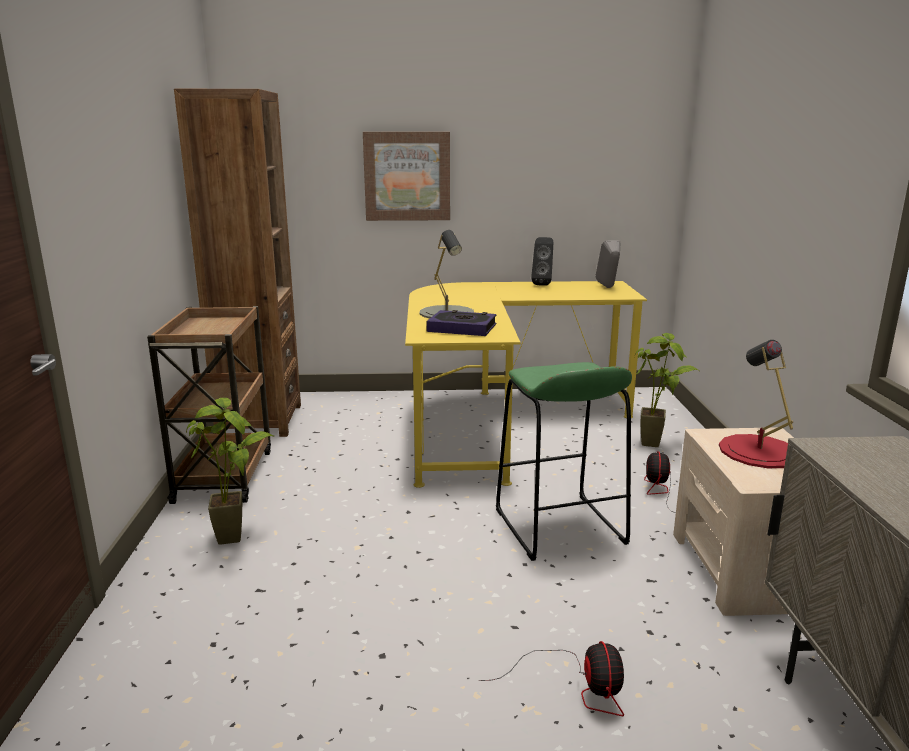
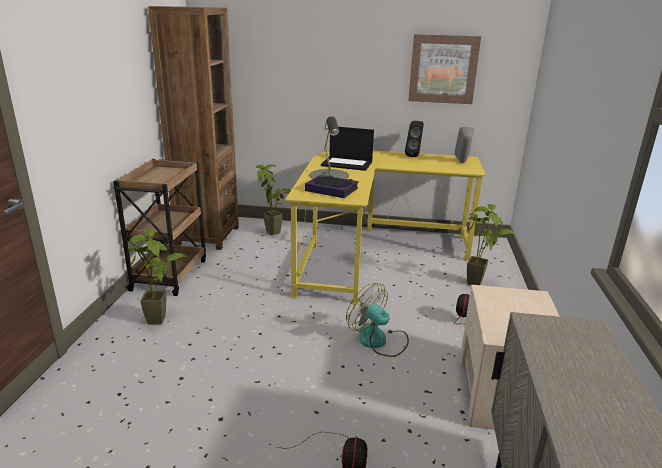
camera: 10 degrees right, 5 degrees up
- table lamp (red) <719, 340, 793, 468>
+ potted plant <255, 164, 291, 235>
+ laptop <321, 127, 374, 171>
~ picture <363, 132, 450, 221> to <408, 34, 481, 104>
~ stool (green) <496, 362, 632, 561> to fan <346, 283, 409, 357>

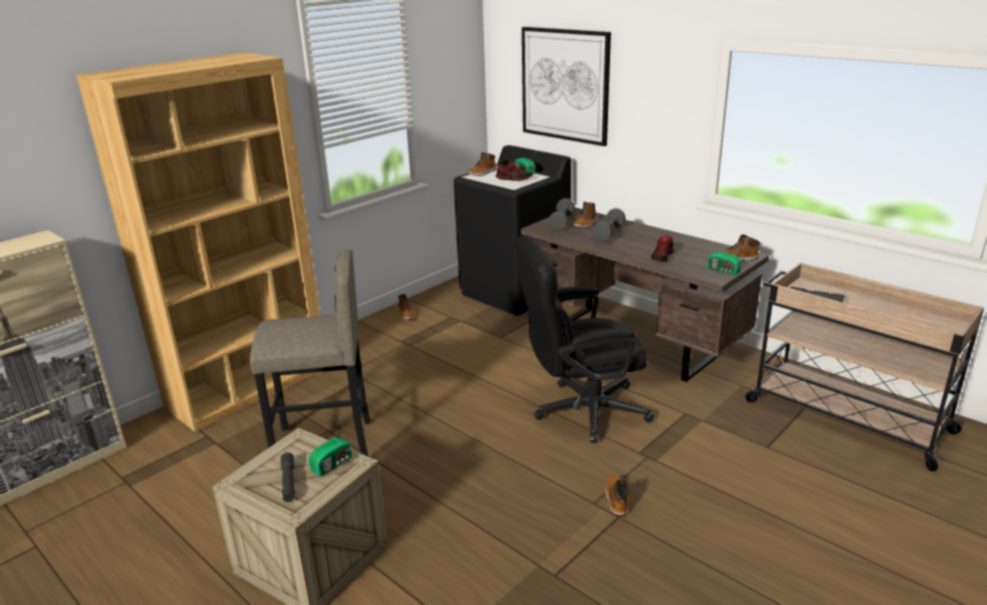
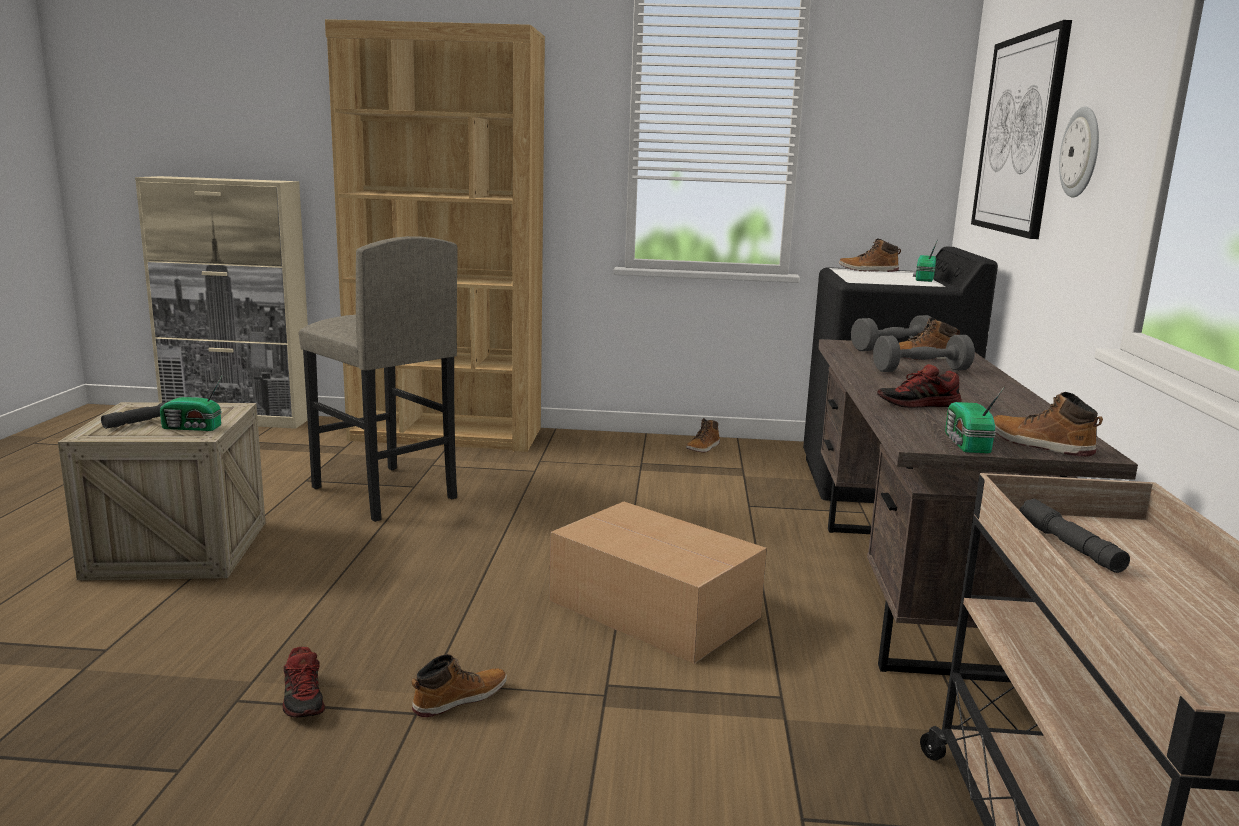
camera: 50 degrees right, 10 degrees down
+ wall clock <1059, 107, 1099, 197>
~ shoe <496, 161, 533, 181> to <283, 647, 325, 717>
~ office chair (black) <516, 235, 654, 443> to cardboard box <549, 501, 767, 664>

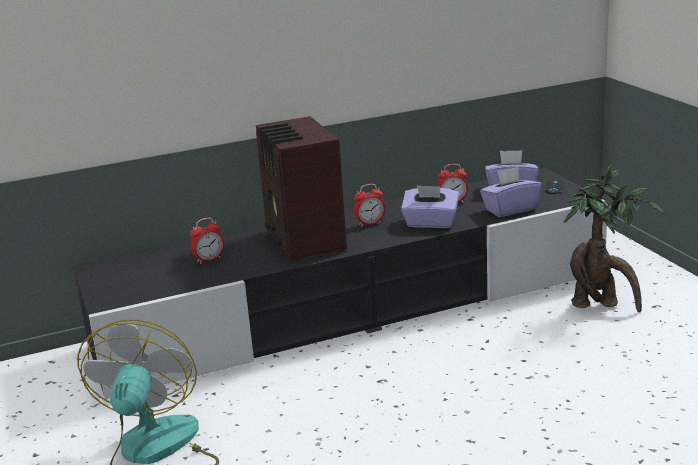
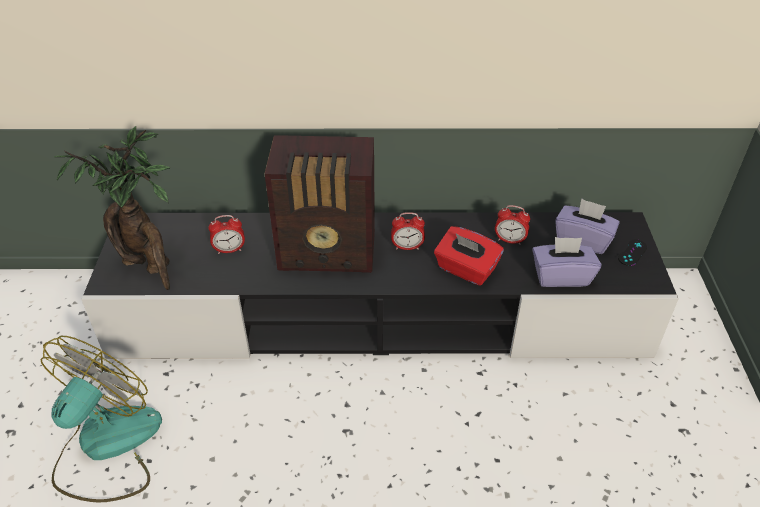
camera: 20 degrees right, 20 degrees up
~ potted plant <564, 165, 664, 313> to <54, 126, 170, 290>
~ tissue box (purple) <401, 185, 459, 228> to tissue box (red) <434, 226, 504, 286>
~ radio <256, 116, 347, 262> = <265, 135, 375, 273> 90 degrees counterclockwise

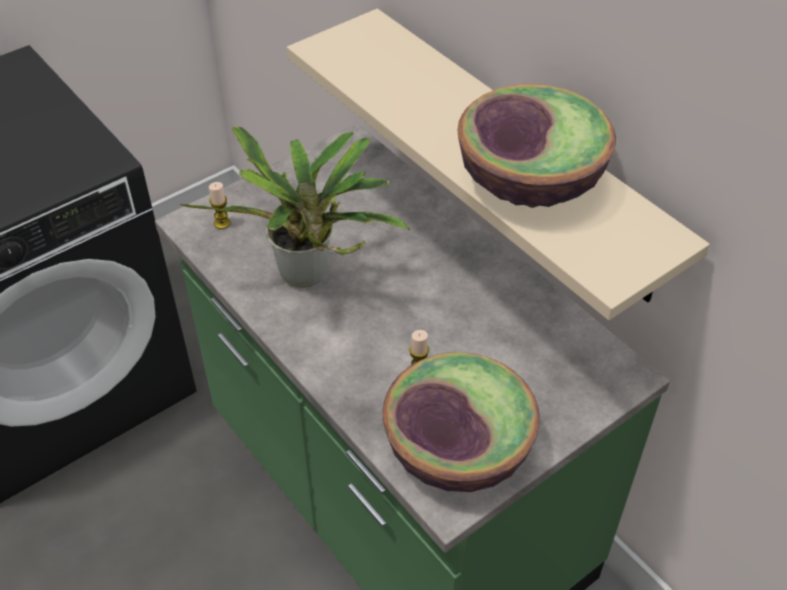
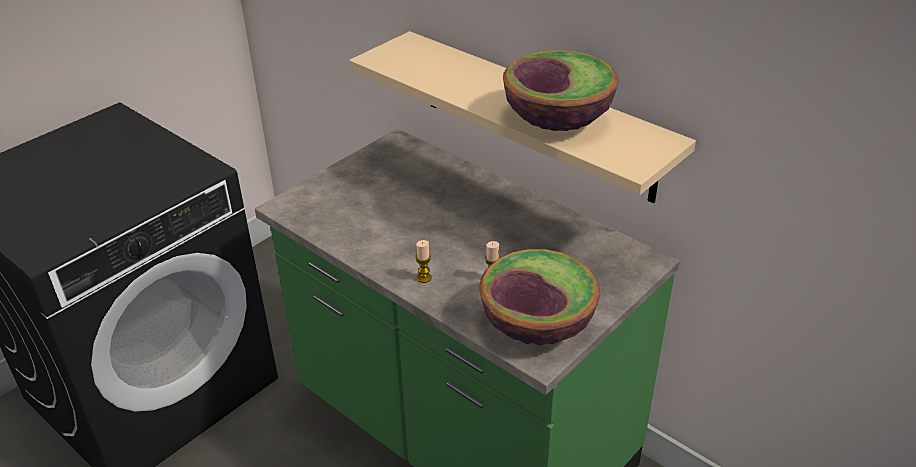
camera: 10 degrees left, 10 degrees down
- potted plant <180, 126, 410, 288>
~ candle <209, 182, 231, 229> to <415, 240, 432, 283>

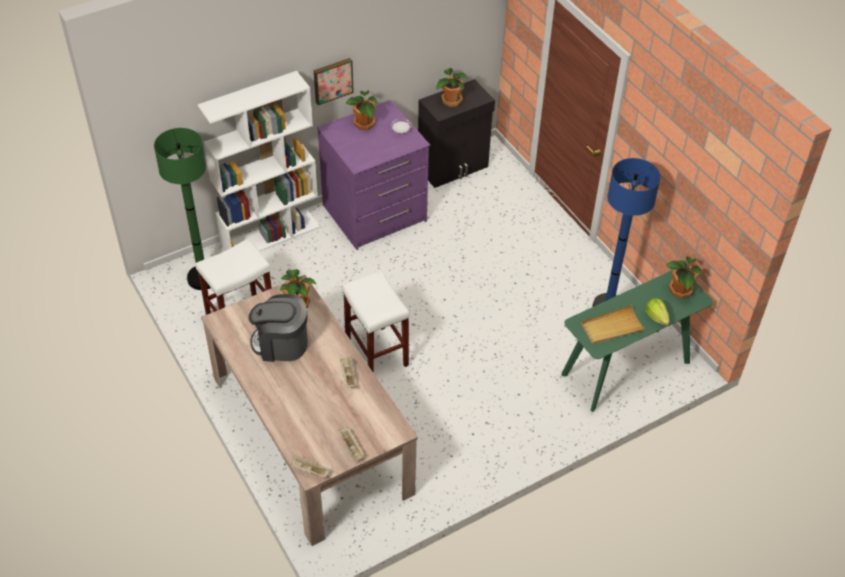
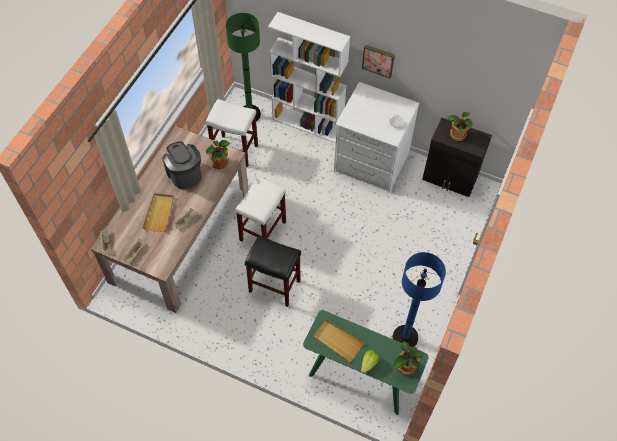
camera: 55 degrees right, 10 degrees up
- potted plant <345, 91, 378, 130>
+ tray (beige) <142, 193, 174, 232>
+ stool (black) <245, 235, 301, 307>
~ dresser (purple) <317, 100, 430, 250> to dresser (white) <334, 82, 419, 193>

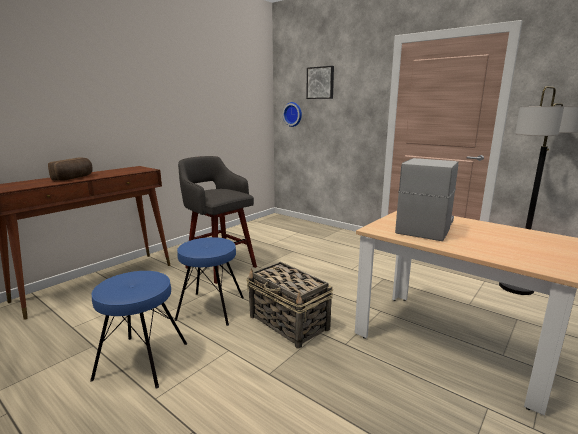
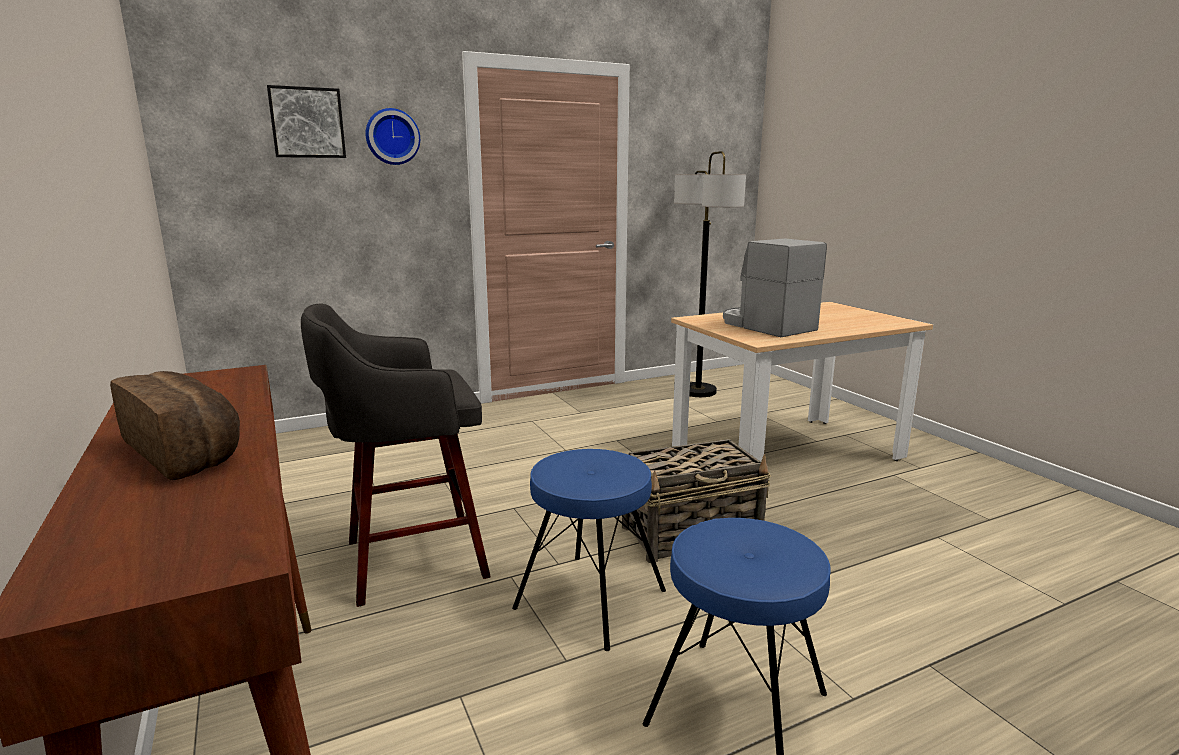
camera: 65 degrees left, 0 degrees up
~ wall clock <282, 102, 302, 127> to <365, 108, 420, 165>

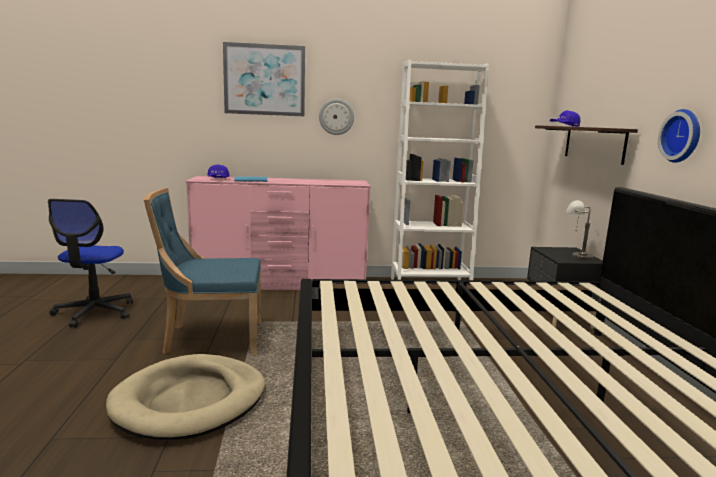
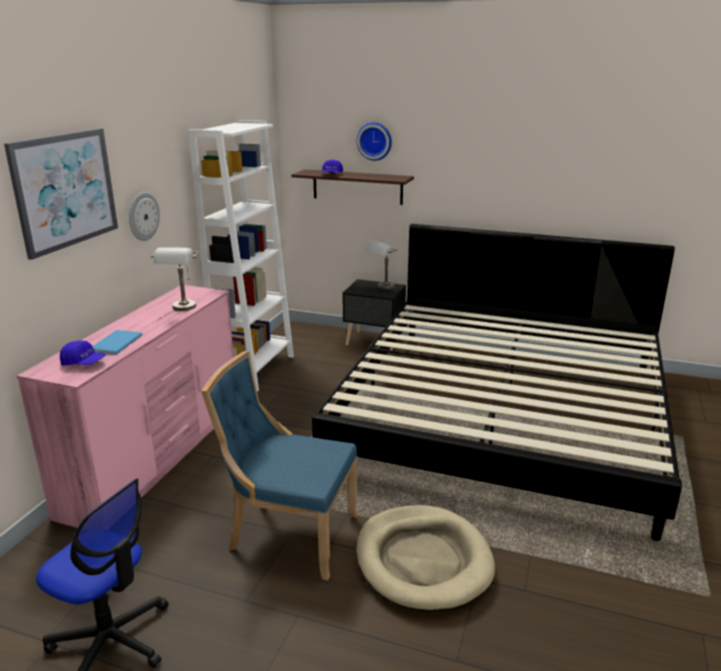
camera: 65 degrees left, 10 degrees up
+ table lamp (grey) <151, 247, 199, 311>
~ wall clock <658, 109, 700, 163> to <357, 122, 392, 161>
~ chair (blue) <144, 188, 261, 355> = <201, 351, 358, 581> 90 degrees clockwise

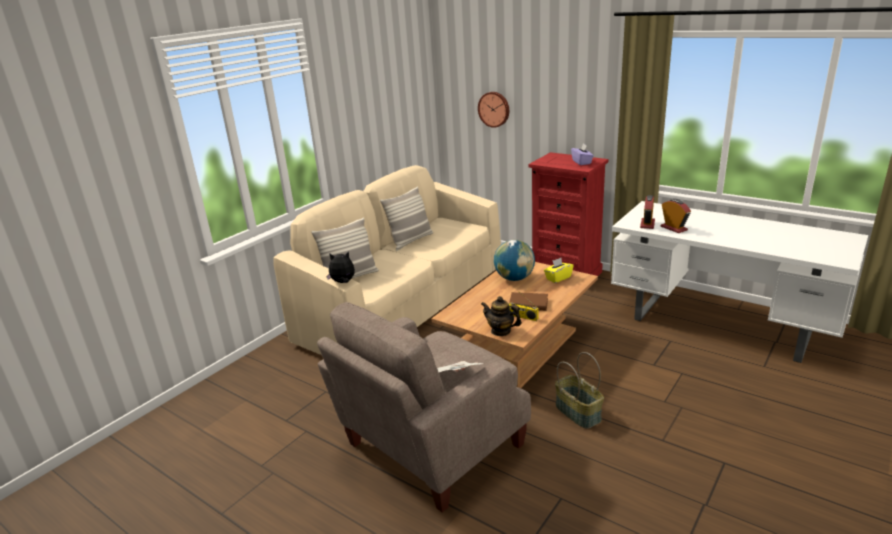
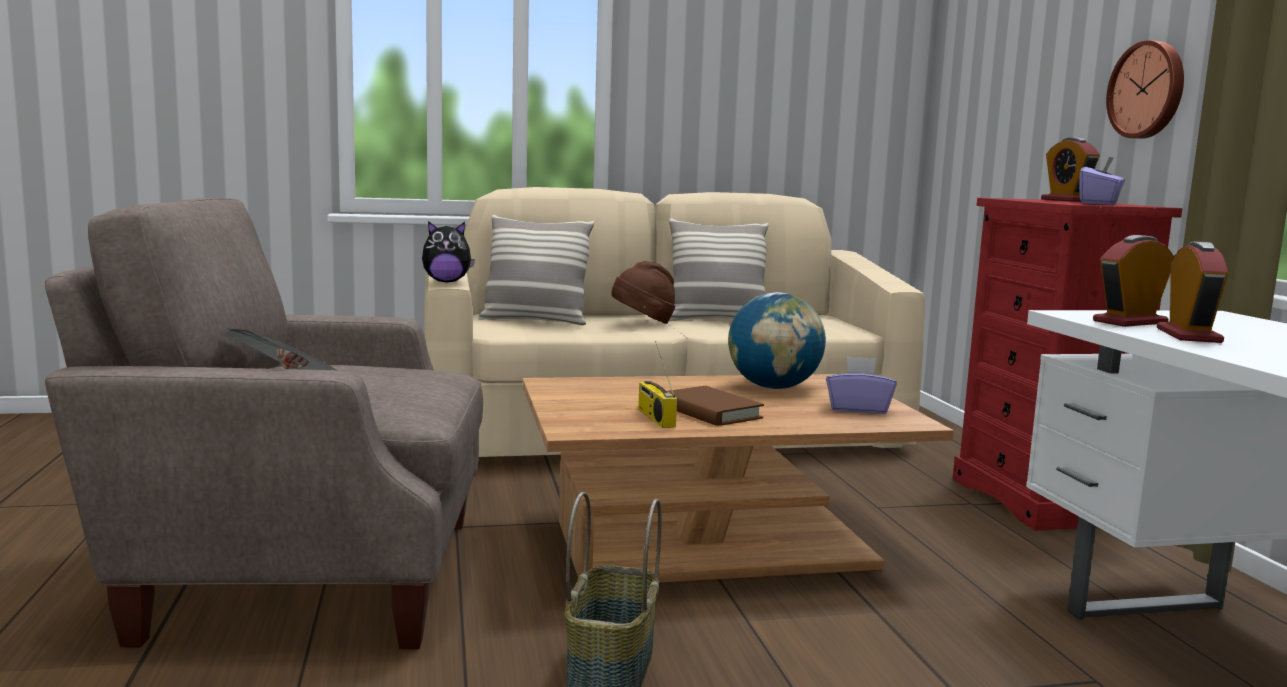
camera: 40 degrees right, 15 degrees down
- teapot <481, 296, 522, 336>
+ hat (brown) <611, 261, 675, 324>
+ alarm clock <1041, 137, 1100, 202>
~ wall clock <478, 92, 509, 128> to <1106, 40, 1184, 139>
~ tissue box (yellow) <544, 258, 573, 283> to tissue box (purple) <826, 356, 897, 414>
~ plush toy <326, 251, 355, 283> = <422, 221, 475, 283> 135 degrees clockwise

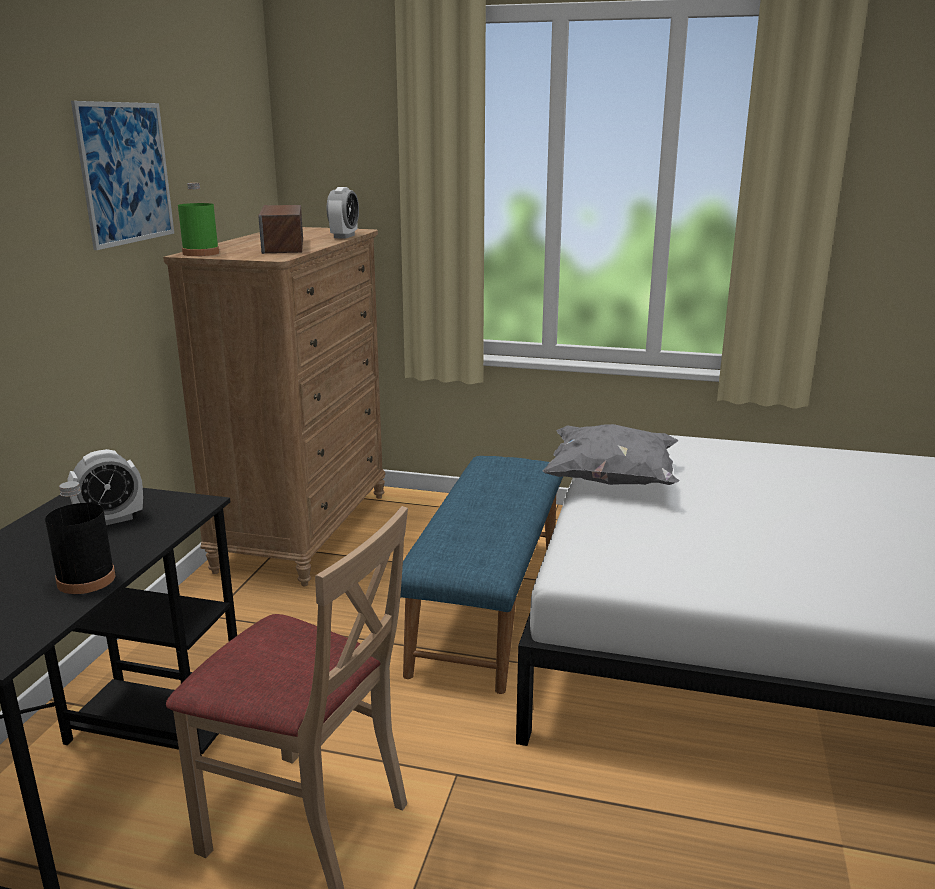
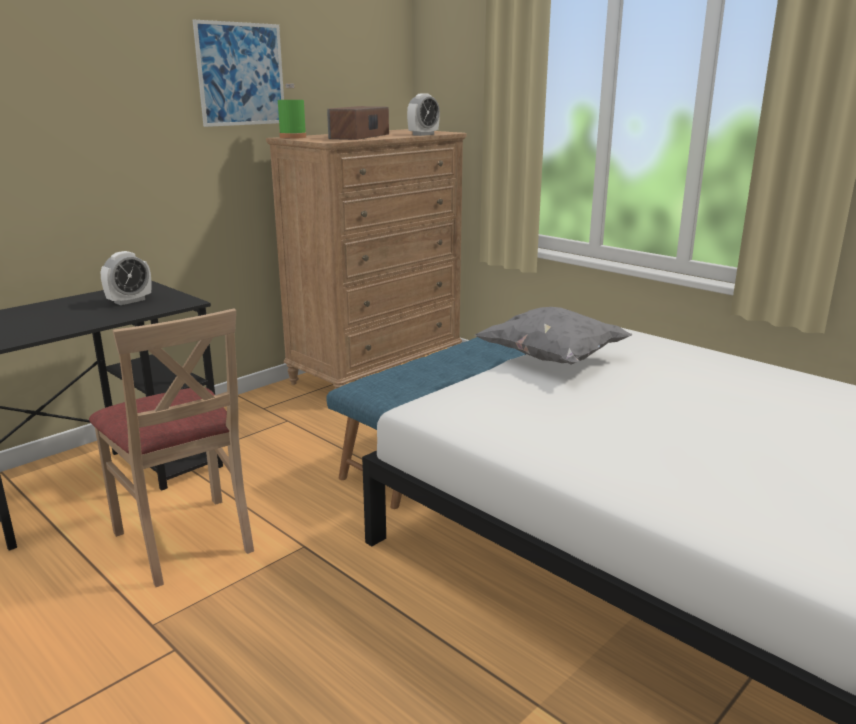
camera: 30 degrees right, 0 degrees up
- bottle (black) <45, 481, 116, 594>
~ alarm clock <68, 449, 143, 525> = <101, 251, 152, 305> 45 degrees counterclockwise

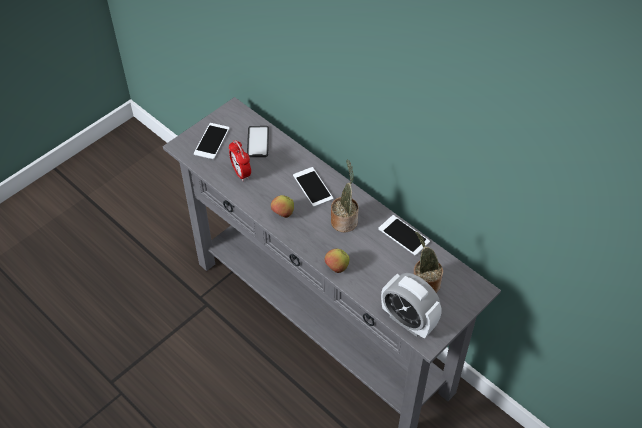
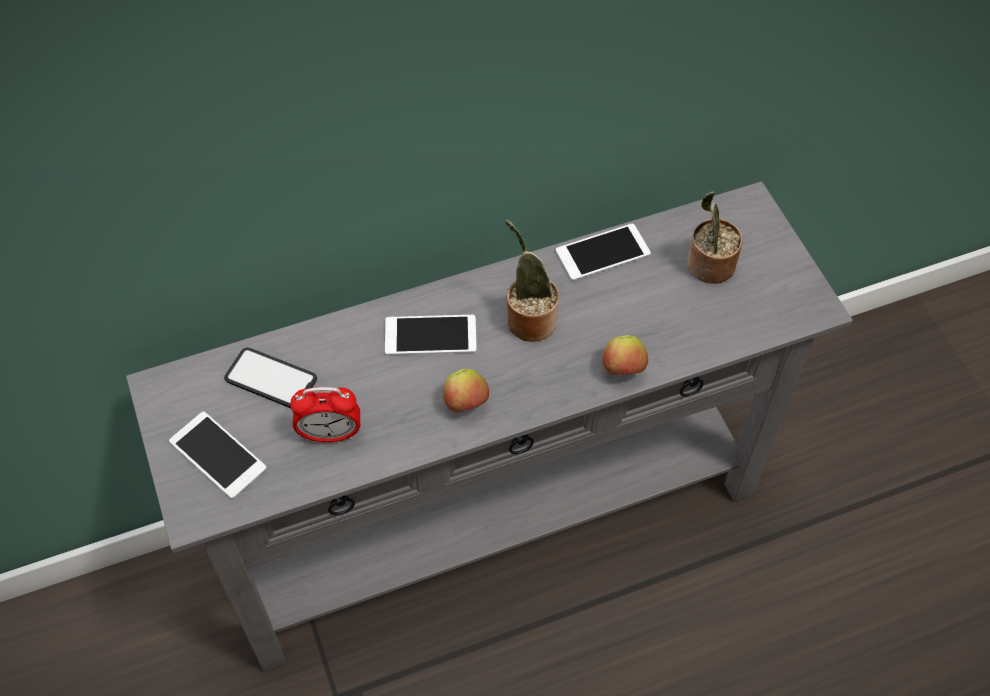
camera: 65 degrees left, 5 degrees up
- alarm clock <381, 273, 441, 339>

